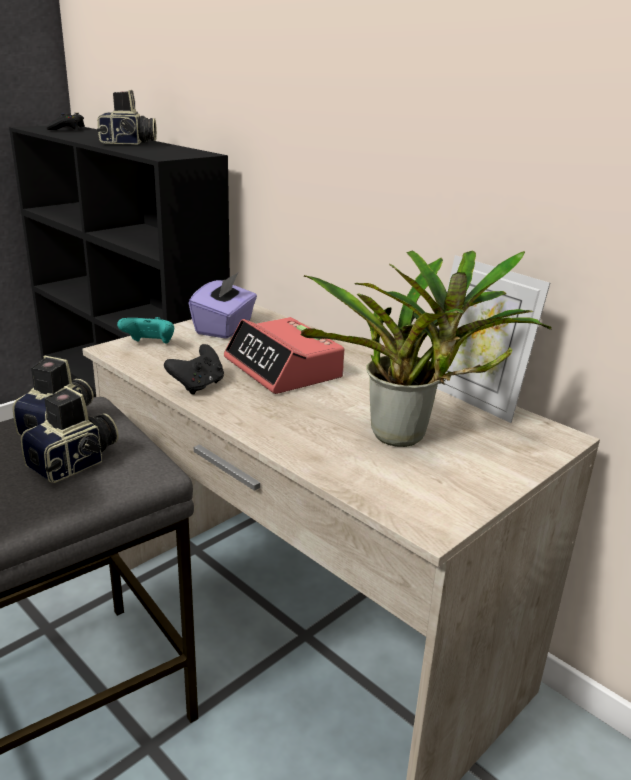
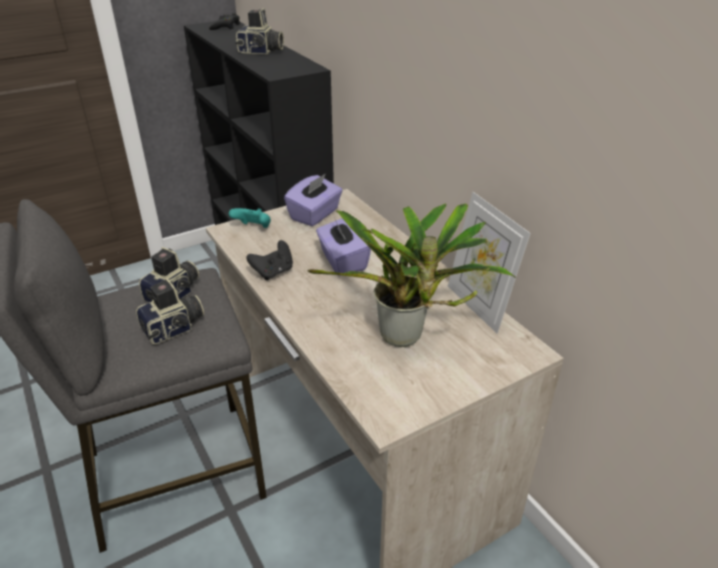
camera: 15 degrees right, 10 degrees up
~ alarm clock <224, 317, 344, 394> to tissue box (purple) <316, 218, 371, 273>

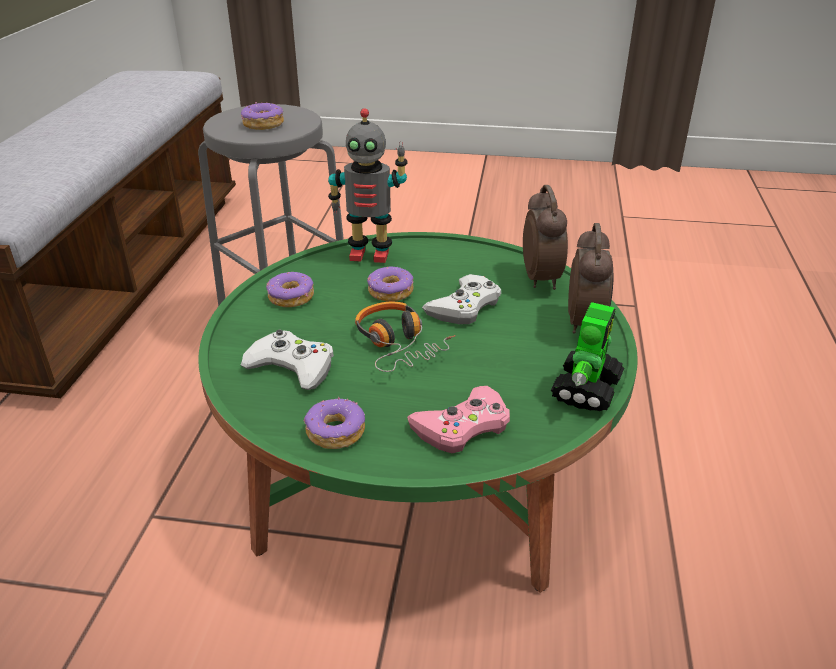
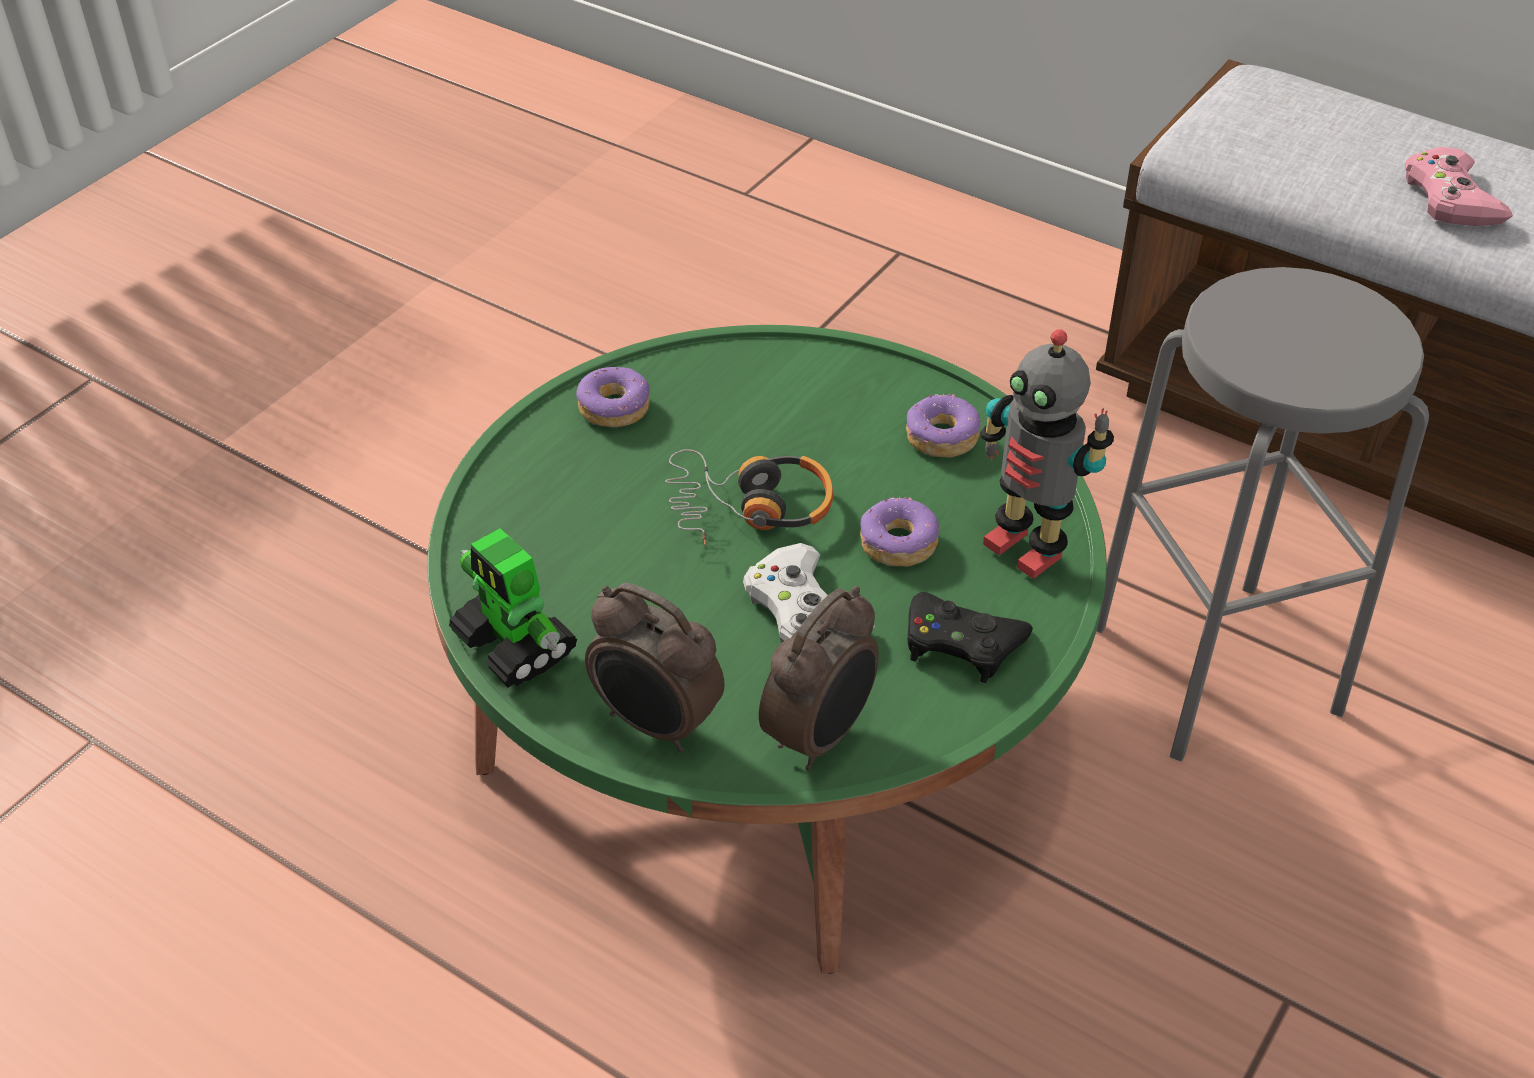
camera: 115 degrees right, 10 degrees up
- donut <241, 102, 284, 130>
- game controller (white) <241, 329, 334, 390>
+ game controller (black) <908, 592, 1033, 683>
~ game controller (pink) <407, 386, 510, 453> to <1405, 147, 1513, 226>
~ toy robot <328, 108, 408, 263> = <980, 329, 1114, 579> 75 degrees counterclockwise
~ alarm clock <523, 185, 568, 290> = <759, 586, 879, 771> 75 degrees counterclockwise

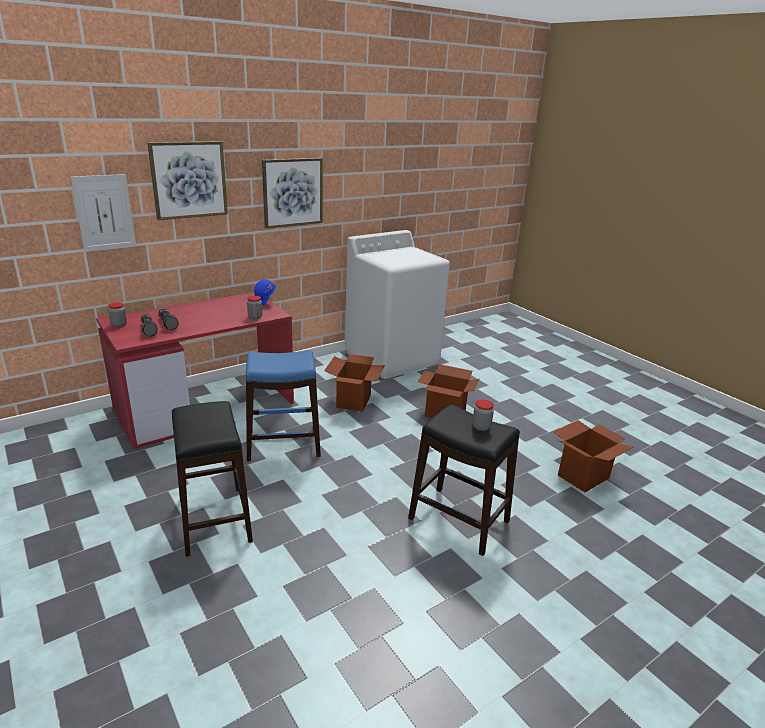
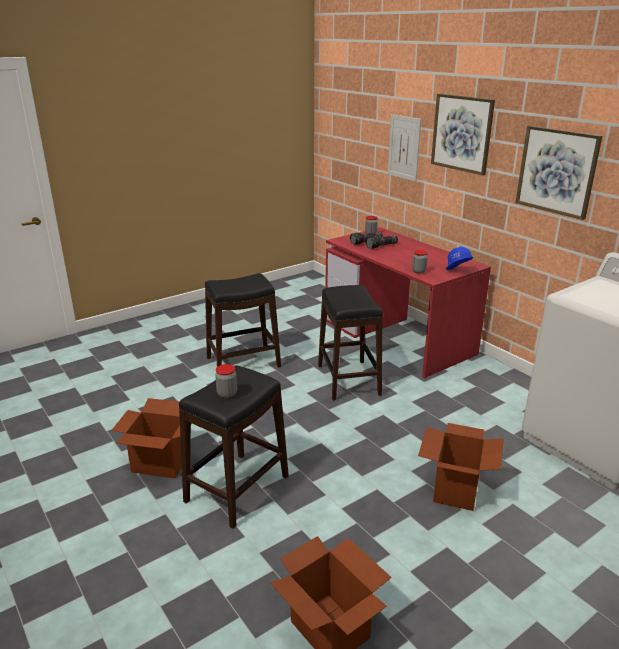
camera: 90 degrees right, 0 degrees up
~ cardboard box <324, 354, 385, 412> to <111, 398, 192, 478>
~ stool (blue) <246, 350, 321, 461> to stool (black) <318, 285, 383, 401>

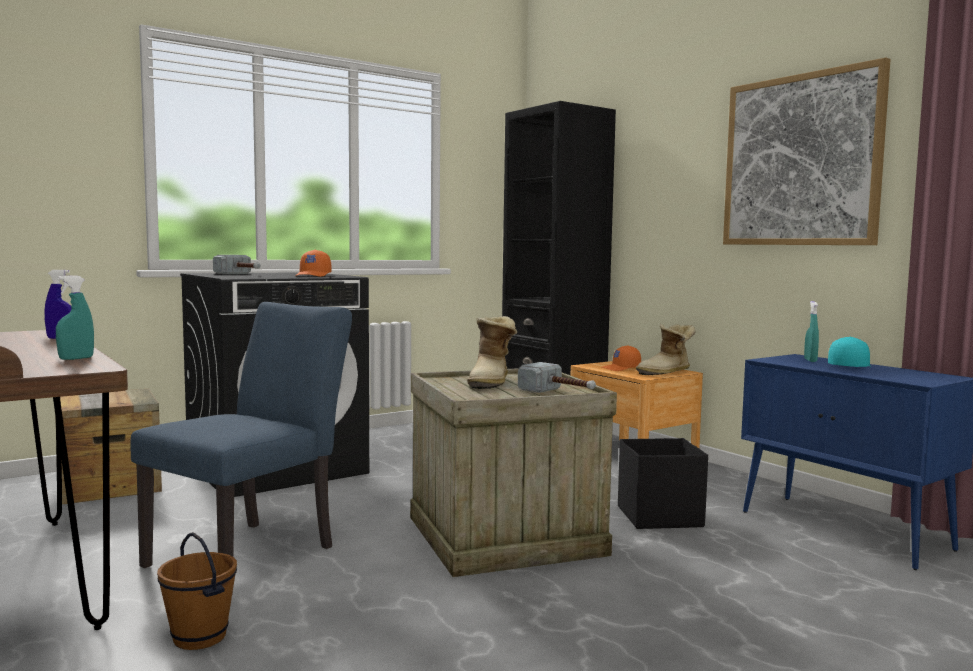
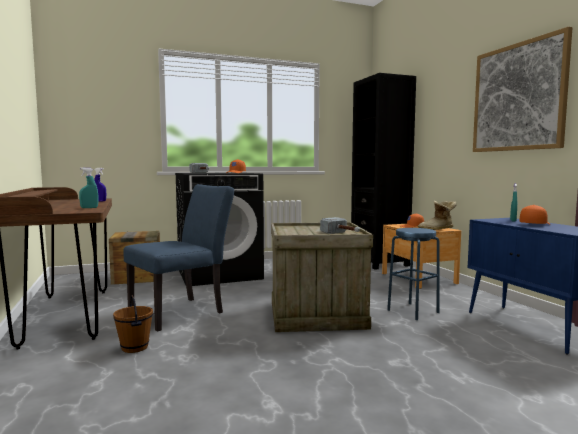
camera: 15 degrees right, 0 degrees up
- boot <467, 316, 517, 389>
~ storage box (black) <618, 438, 708, 529> to stool (blue) <387, 228, 440, 320>
~ cap (turquoise) <828, 337, 871, 367> to cap (orange) <520, 205, 550, 225>

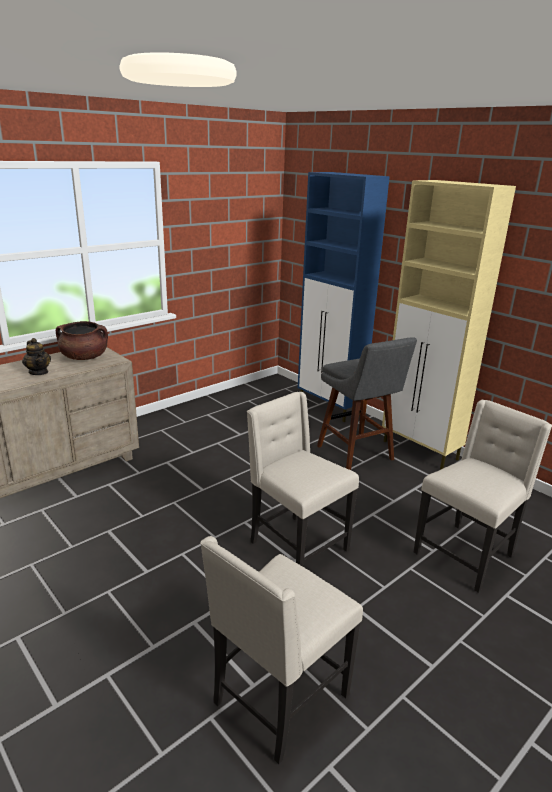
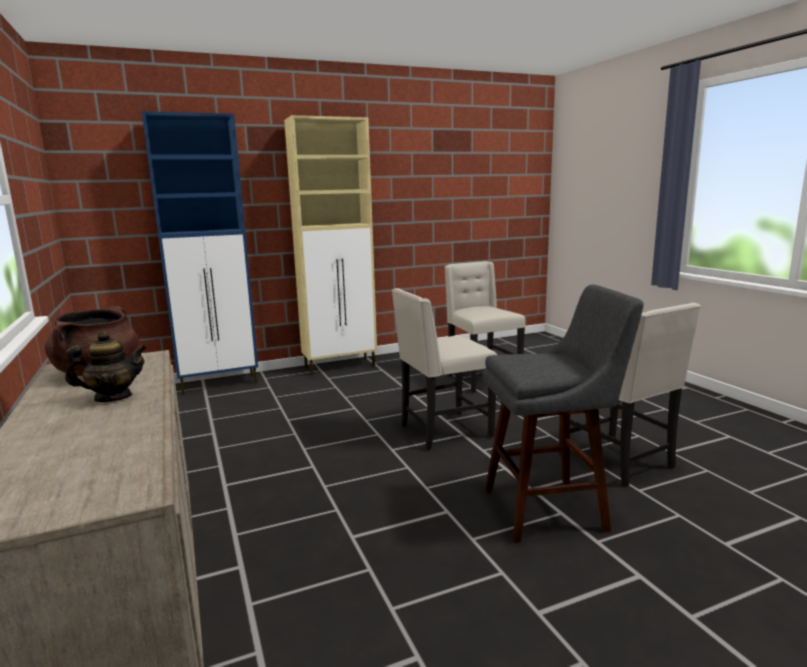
camera: 70 degrees left, 10 degrees down
~ stool (grey) <317, 337, 417, 470> to <483, 285, 644, 543>

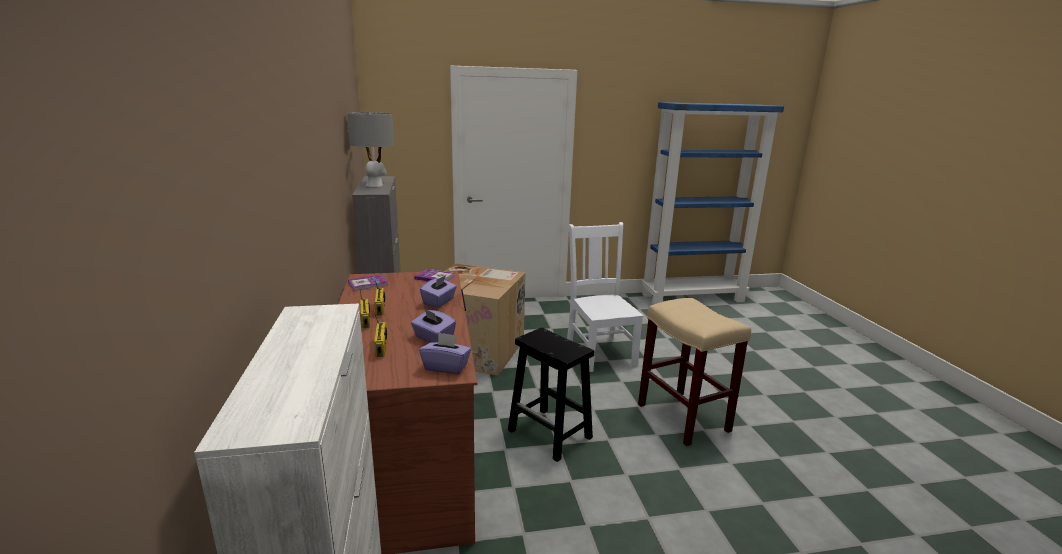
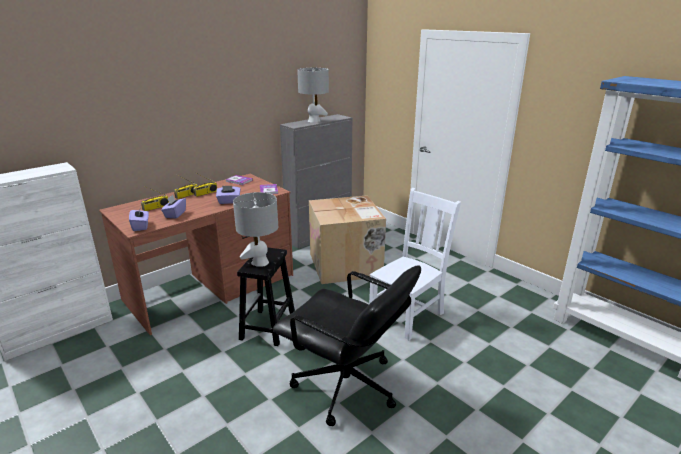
camera: 60 degrees right, 5 degrees up
+ table lamp (grey) <233, 192, 278, 267>
~ stool (beige) <638, 298, 751, 446> to office chair (black) <273, 265, 421, 426>

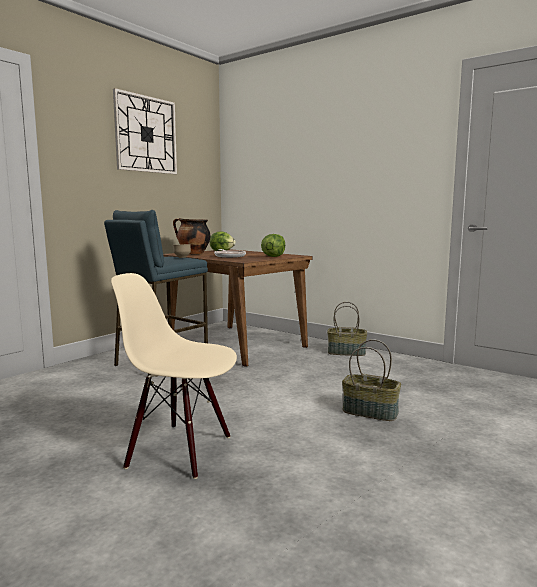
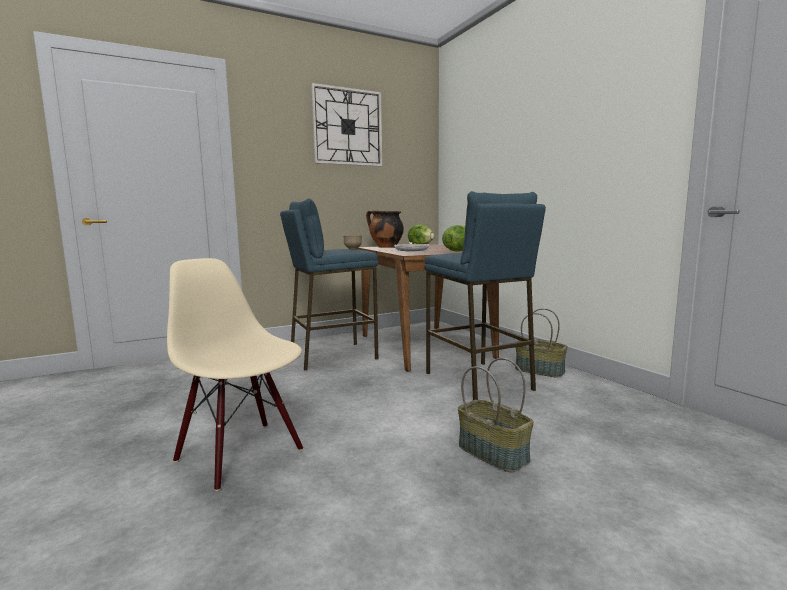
camera: 25 degrees right, 0 degrees up
+ stool (blue) <425, 191, 546, 400>

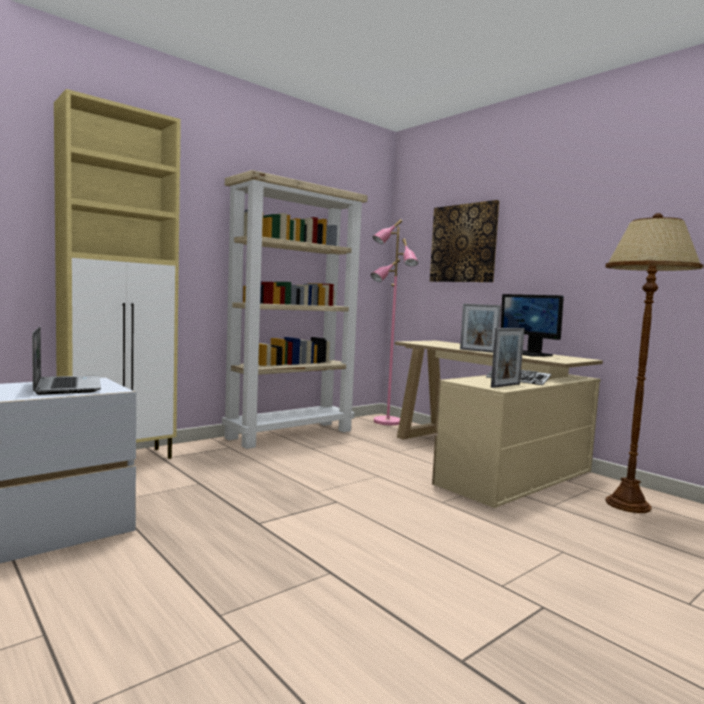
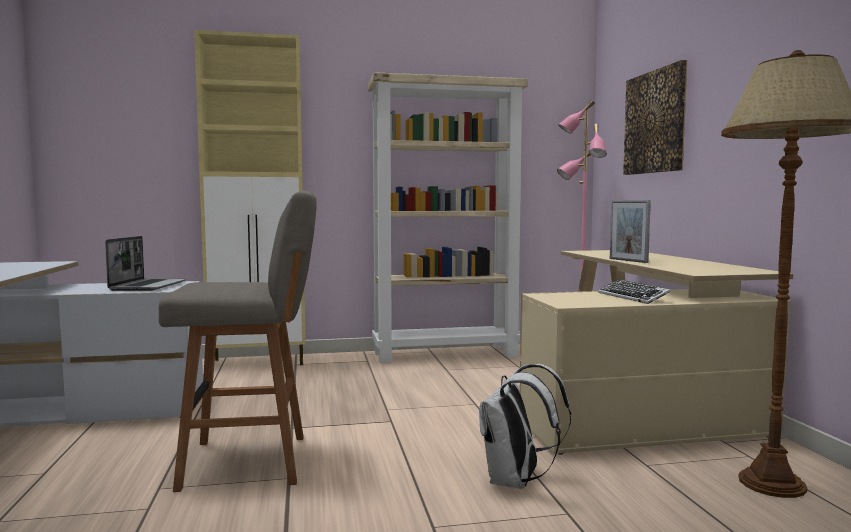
camera: 30 degrees right, 0 degrees up
- picture frame <491, 328, 524, 388>
- monitor <501, 294, 564, 357>
+ stool (grey) <158, 191, 317, 492>
+ backpack (white) <479, 363, 571, 489>

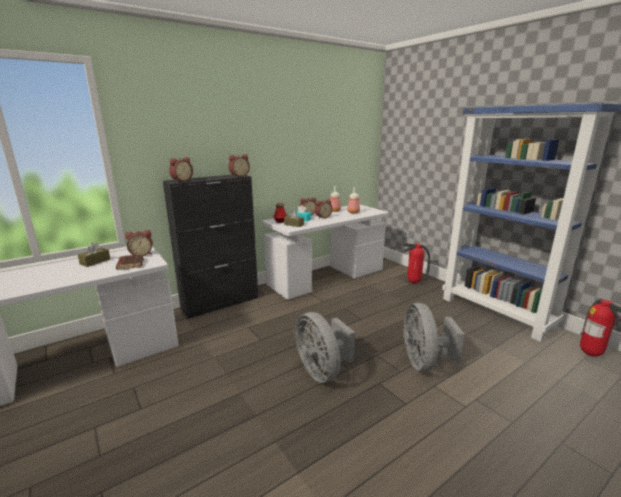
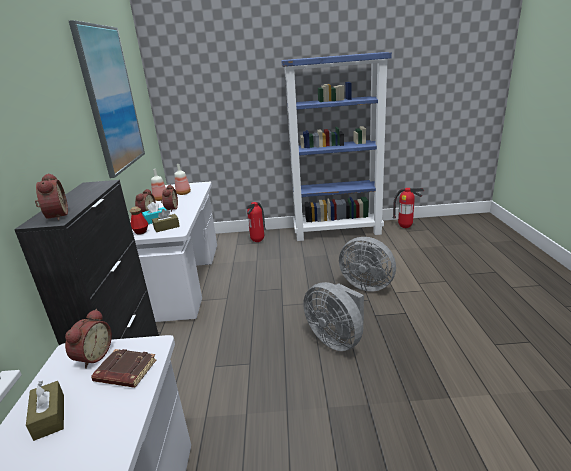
camera: 55 degrees left, 5 degrees up
- alarm clock <228, 154, 250, 177>
+ picture <69, 20, 145, 178>
~ fan (grey) <295, 312, 355, 383> = <303, 282, 364, 351> 45 degrees clockwise

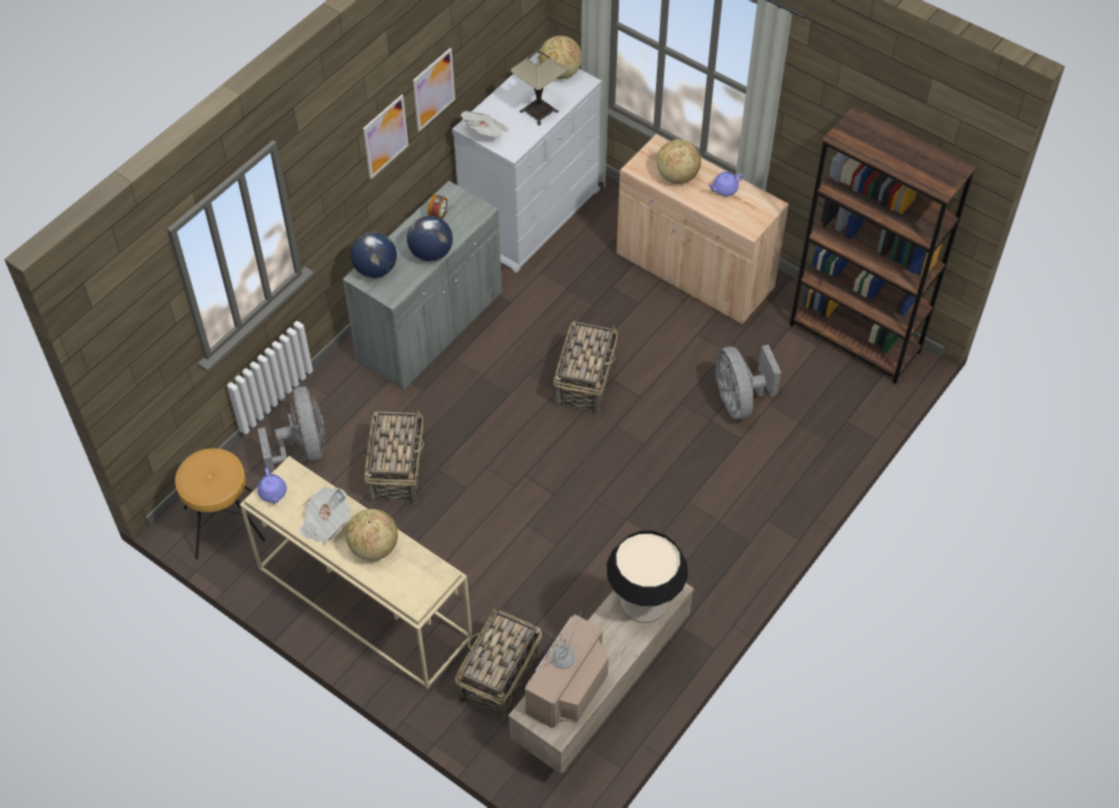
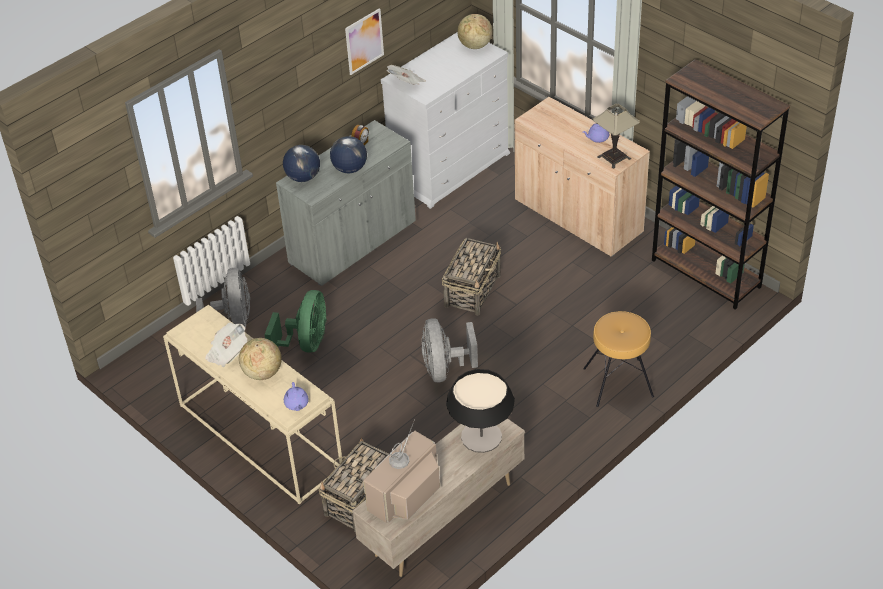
camera: 10 degrees right, 10 degrees down
- picture <363, 95, 409, 179>
- globe <657, 139, 701, 184>
~ stool (brown) <175, 448, 265, 560> to <583, 311, 654, 407>
~ teapot (purple) <257, 468, 287, 504> to <284, 382, 309, 411>
~ table lamp <511, 50, 566, 125> to <593, 104, 640, 169>
~ fan (grey) <715, 344, 781, 419> to <422, 318, 478, 382>
~ basket <364, 410, 425, 505> to fan (green) <265, 290, 327, 353>

